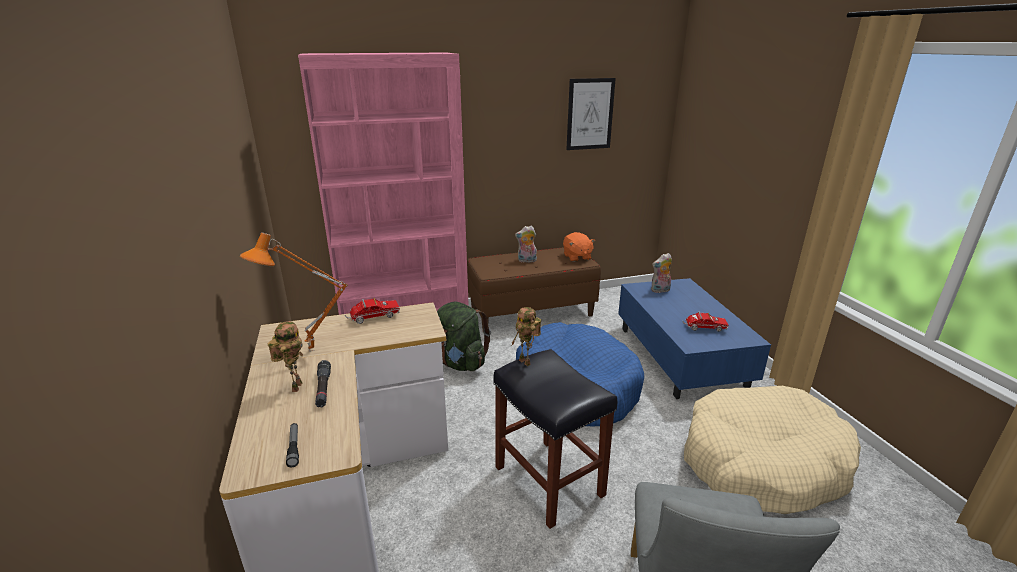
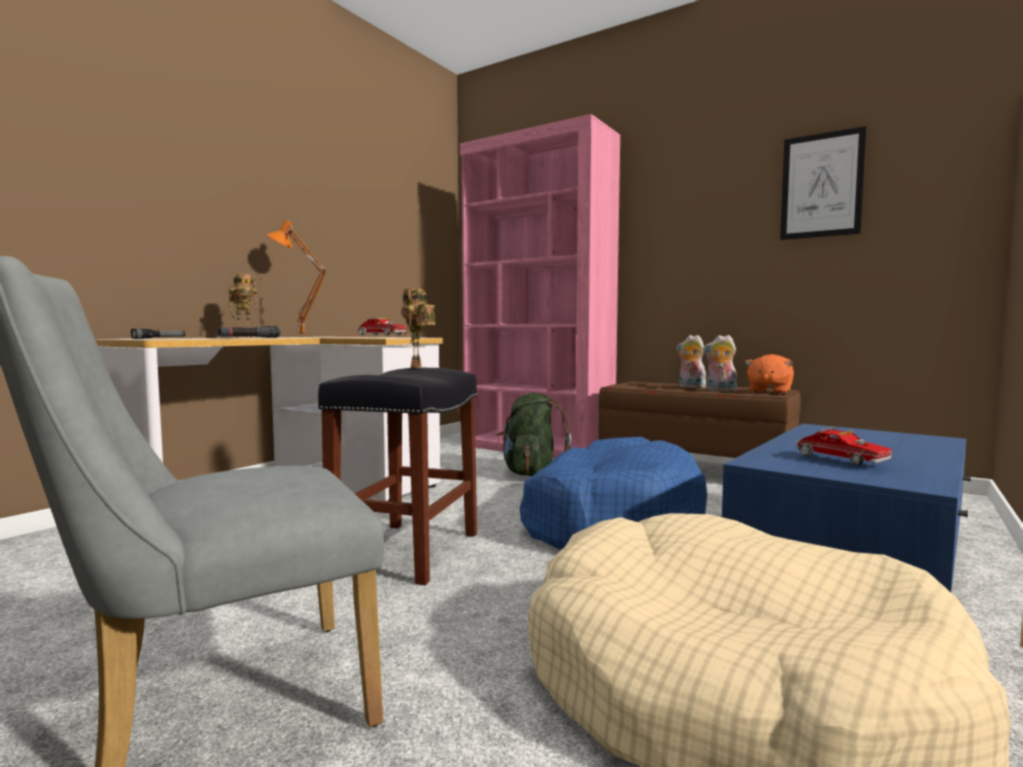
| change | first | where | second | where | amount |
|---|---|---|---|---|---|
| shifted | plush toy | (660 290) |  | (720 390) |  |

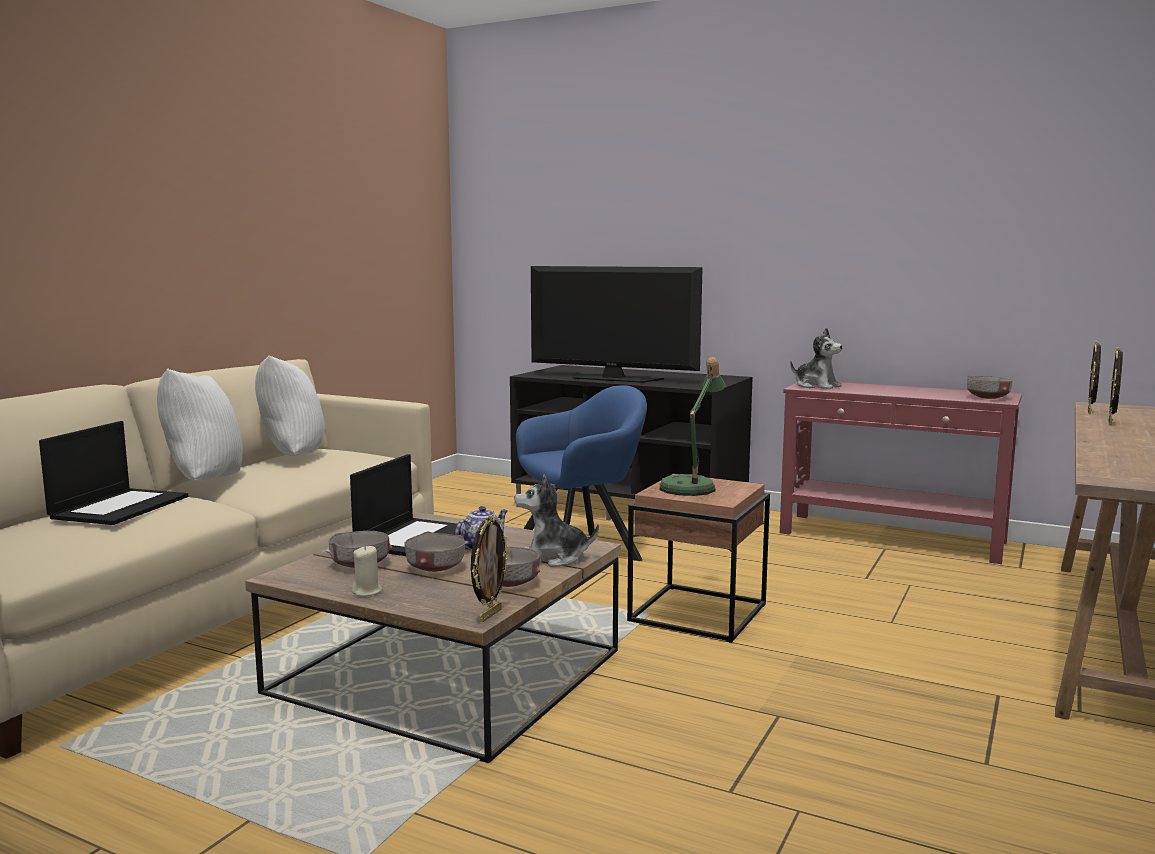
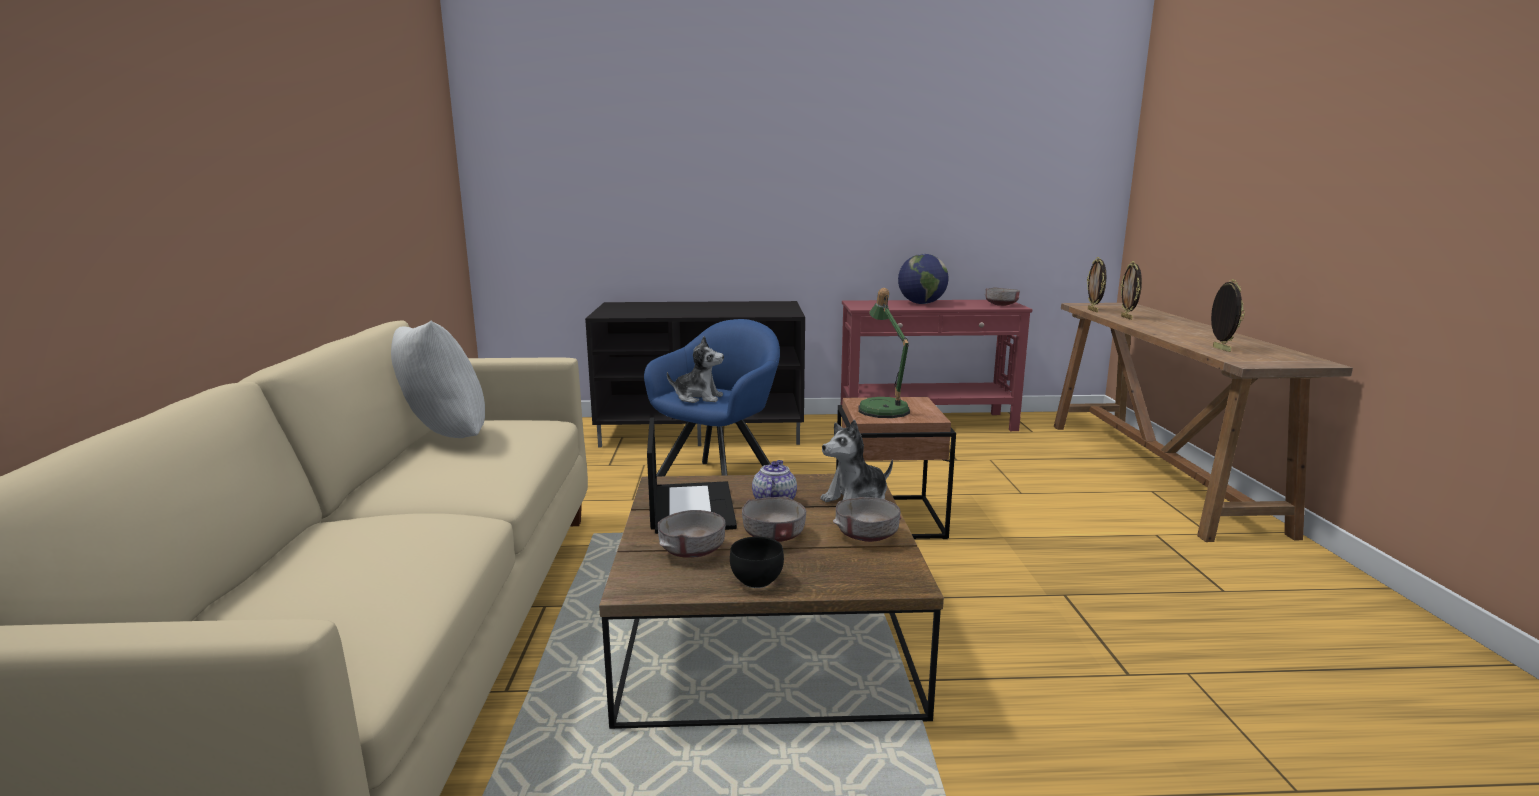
| change | first | where | second | where | amount |
|---|---|---|---|---|---|
| gone | laptop | (120 507) |  |  |  |
| gone | white pillow | (203 481) |  |  |  |
| gone | television | (613 378) |  |  |  |
| new |  |  | globe | (921 303) |  |
| shifted | picture frame | (489 615) |  | (1220 349) |  |
| shifted | plush toy | (816 386) |  | (698 398) |  |
| swapped | beige candle | (367 592) | black bowl | (758 582) |  |

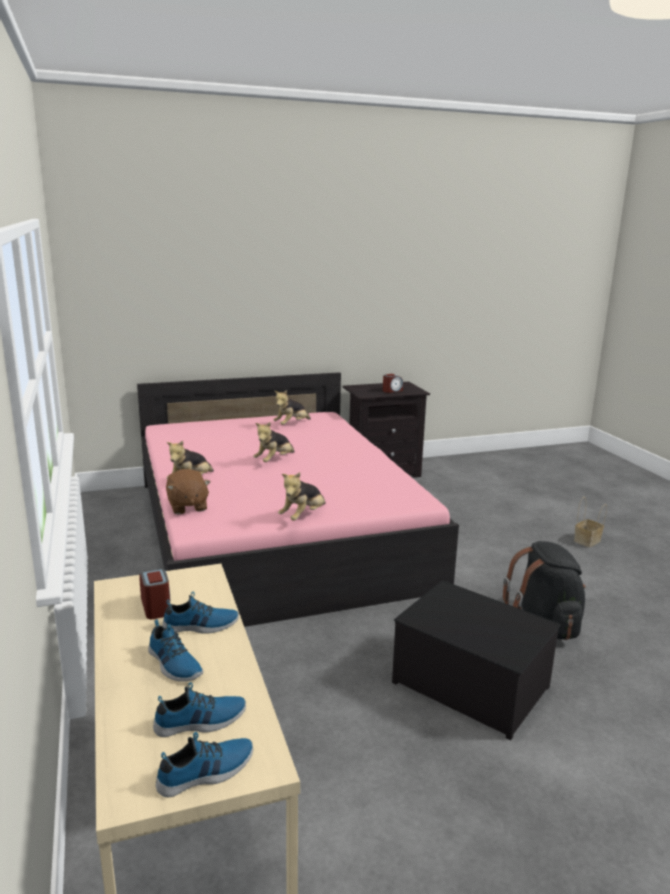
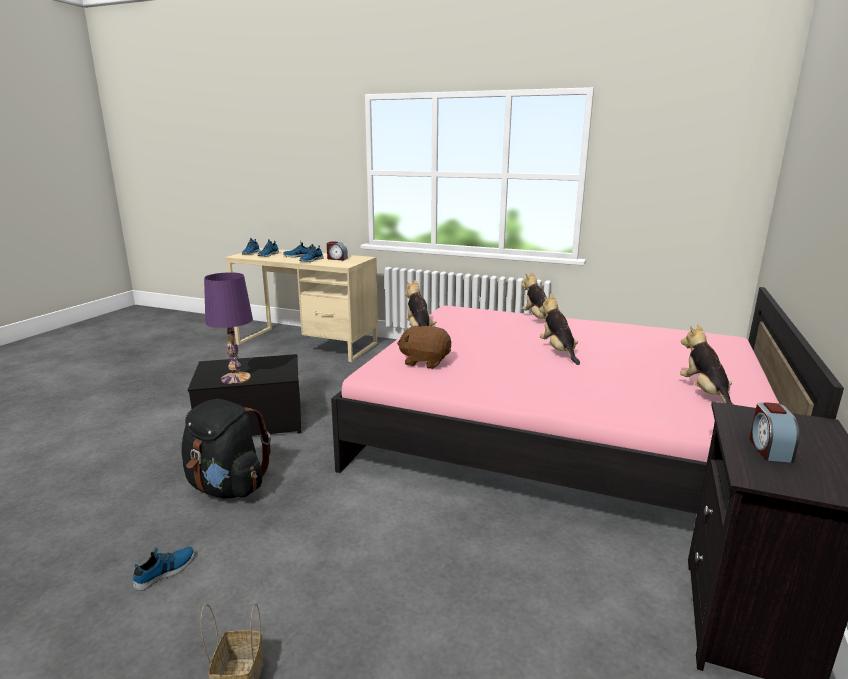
| change | first | where | second | where | amount |
|---|---|---|---|---|---|
| new |  |  | shoe | (166 571) |  |
| new |  |  | purple table lamp | (235 378) |  |
| shifted | brown plush toy | (187 507) |  | (425 362) |  |

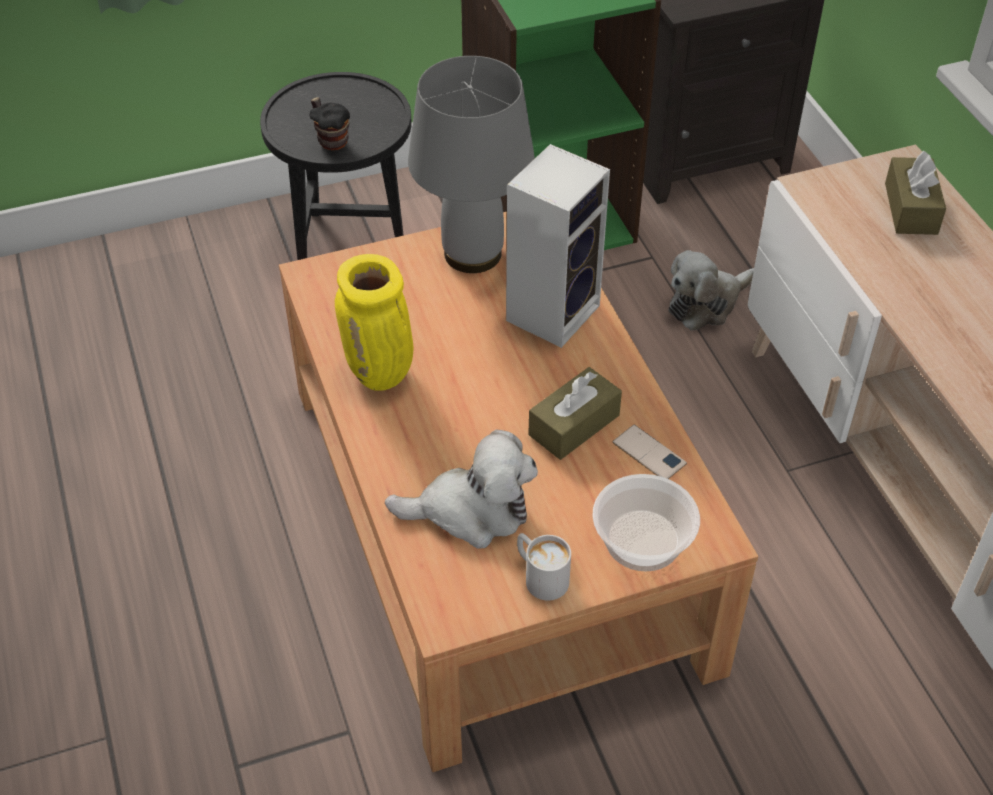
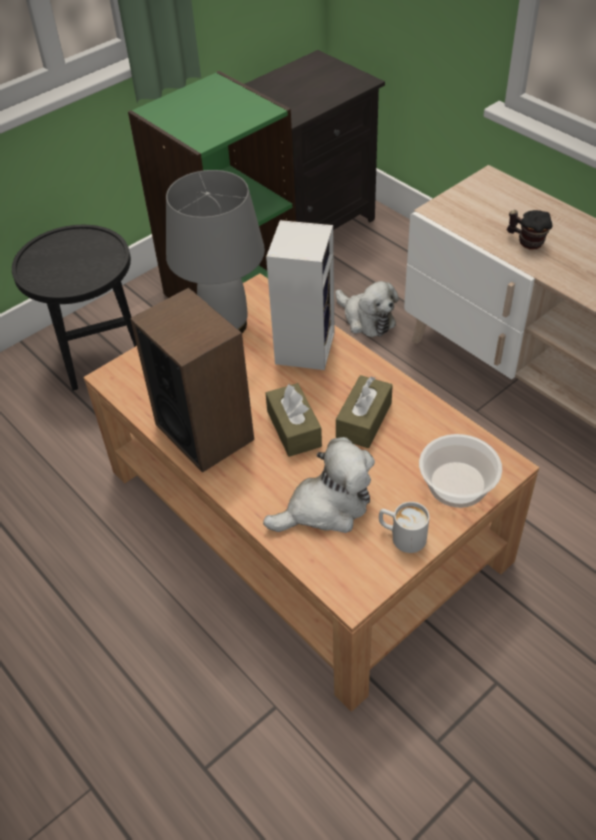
| change | first | where | second | where | amount |
|---|---|---|---|---|---|
| gone | phone | (649 453) |  |  |  |
| shifted | mug | (330 139) |  | (526 241) |  |
| shifted | brown tissue box | (911 208) |  | (294 428) |  |
| swapped | yellow vase | (381 374) | speaker | (204 431) |  |
| rotated | plush toy | (706 303) |  | (366 319) | 75 degrees counterclockwise |

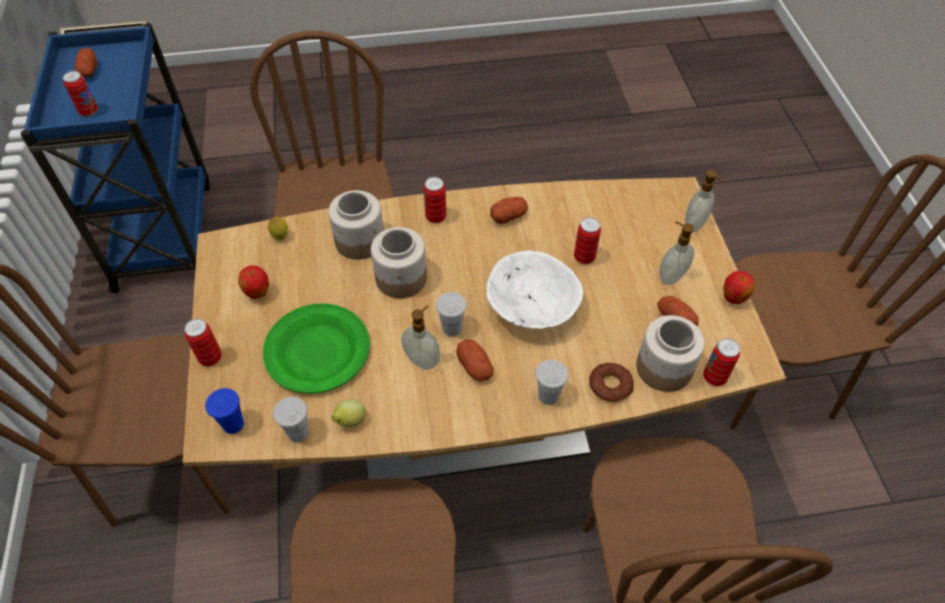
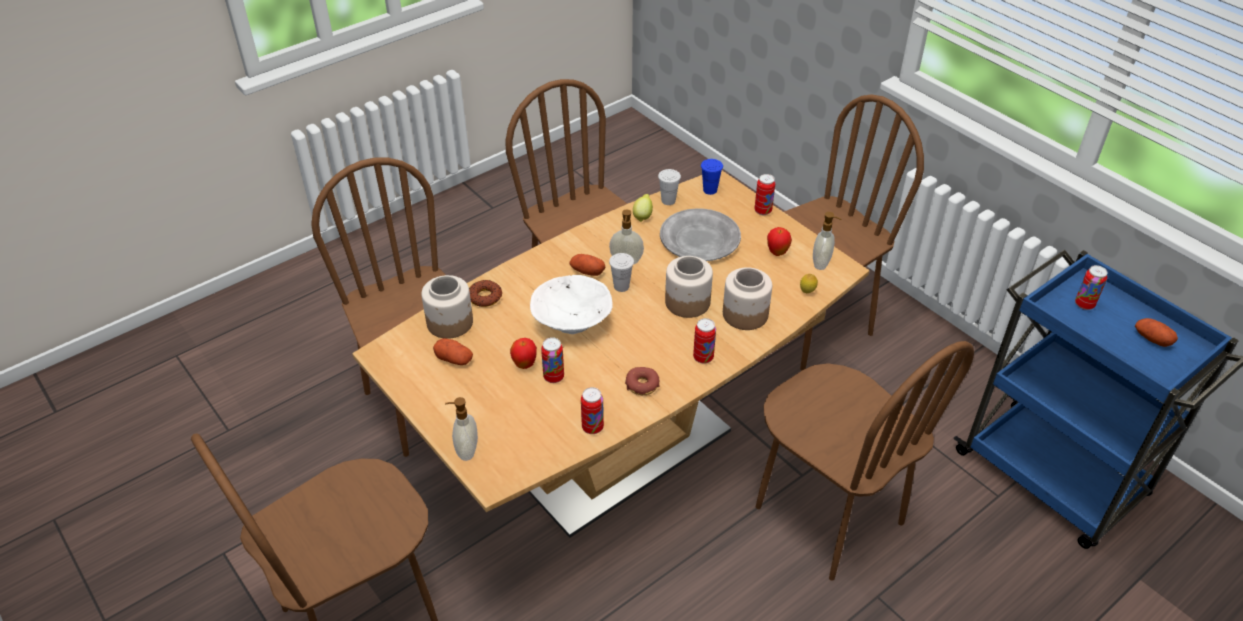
| change | first | where | second | where | amount |
|---|---|---|---|---|---|
| gone | white cup | (548 396) |  |  |  |
| shifted | soap dispenser | (670 276) |  | (822 263) |  |
| shifted | can | (714 377) |  | (592 427) |  |
| shifted | apple | (733 299) |  | (524 365) |  |
| swapped | potato | (508 216) | donut | (642 385) |  |
| repainted | green plate | (317 351) | grey plate | (700 239) |  |

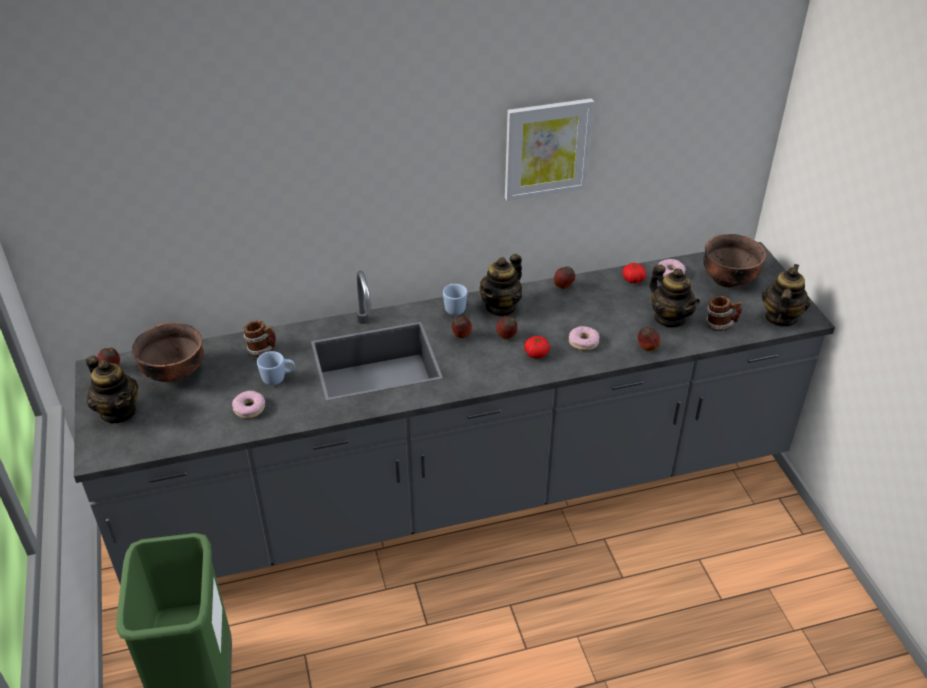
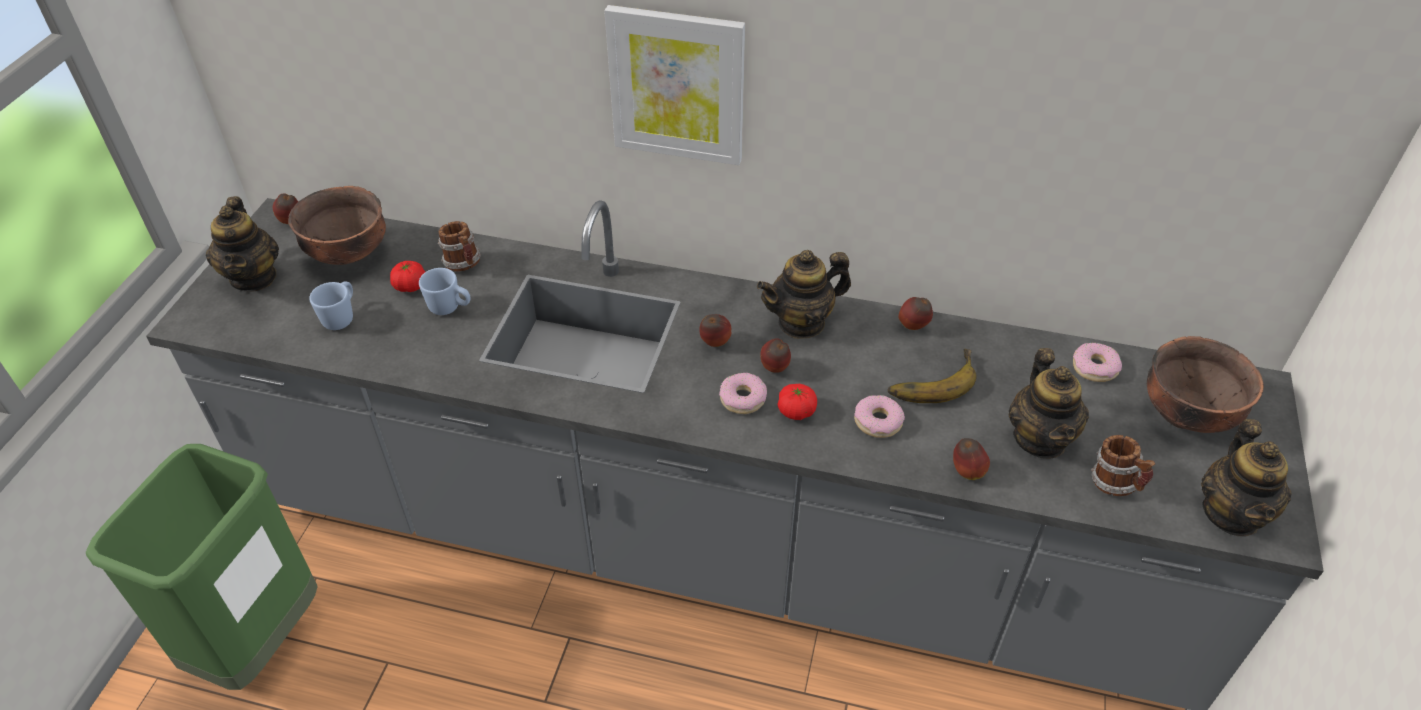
| change | first | where | second | where | amount |
|---|---|---|---|---|---|
| new |  |  | banana | (930 380) |  |
| shifted | donut | (249 408) |  | (742 398) |  |
| shifted | blue mug | (454 307) |  | (341 317) |  |
| shifted | picture | (547 149) |  | (677 85) |  |
| shifted | tomato | (633 279) |  | (410 286) |  |
| rotated | teapot | (780 318) |  | (1231 513) | 135 degrees clockwise |

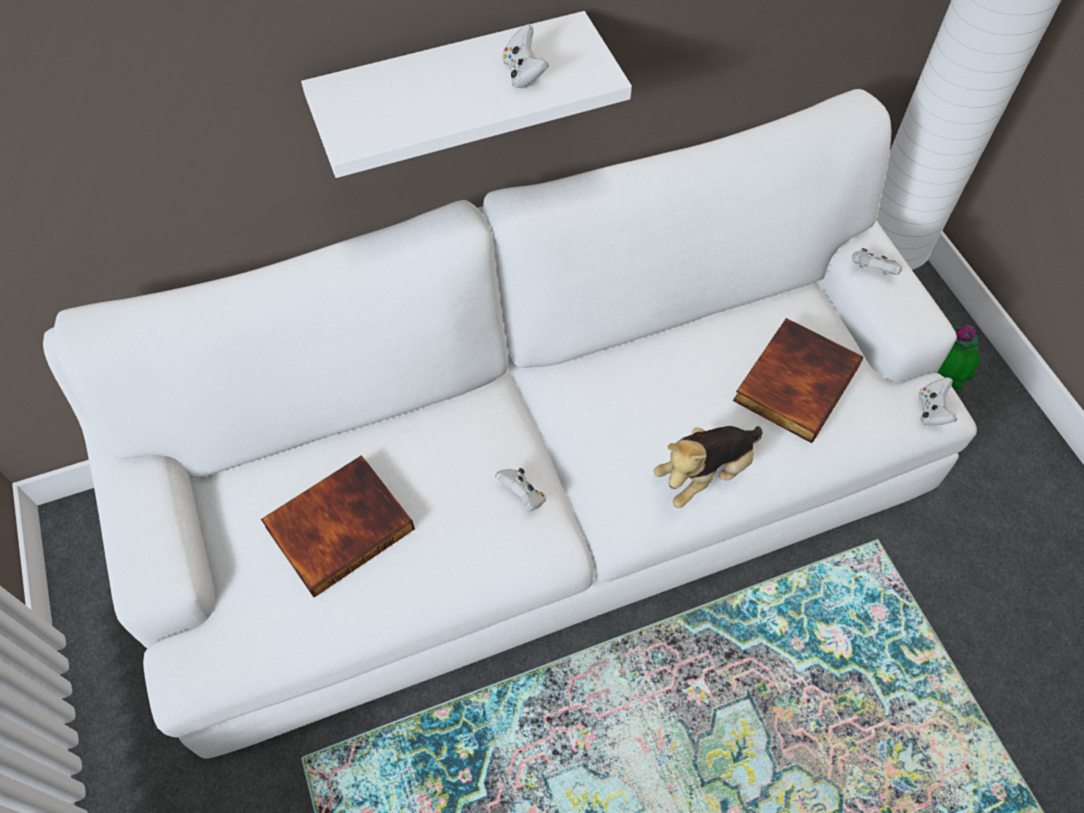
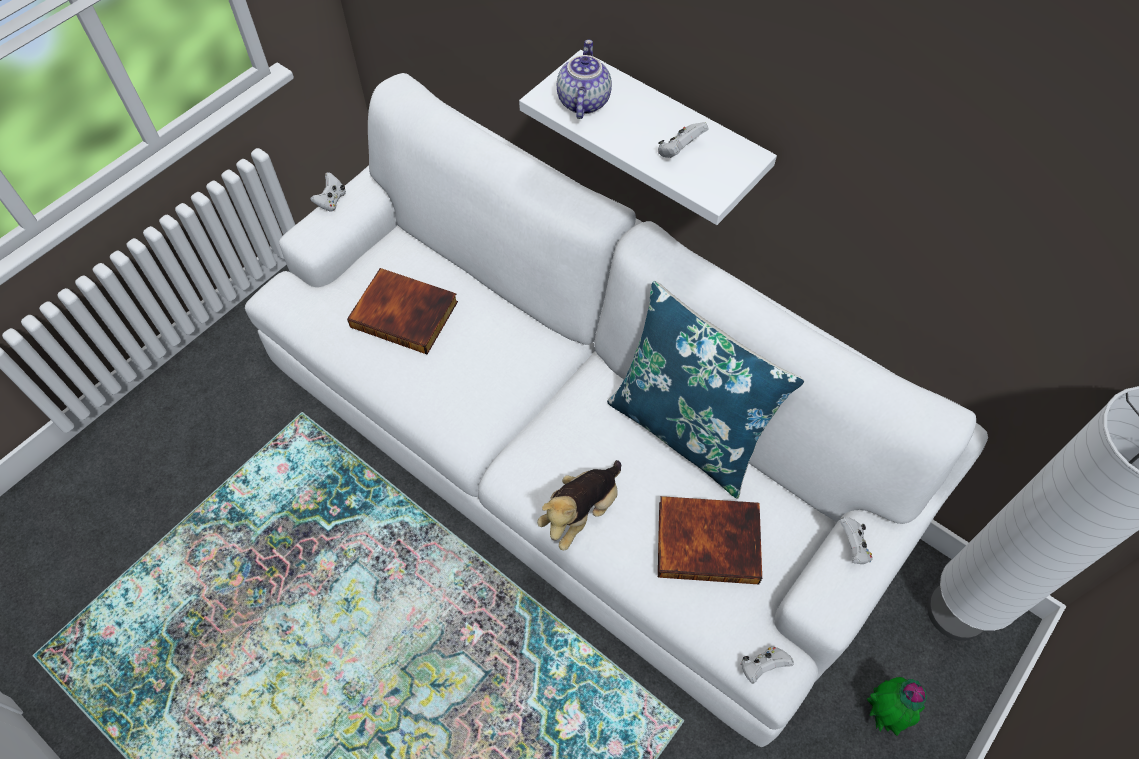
| change | first | where | second | where | amount |
|---|---|---|---|---|---|
| new |  |  | teapot | (582 101) |  |
| new |  |  | blue pillow | (688 430) |  |
| shifted | white game controller | (522 495) |  | (331 201) |  |
| rotated | plush toy | (705 473) |  | (581 512) | 75 degrees counterclockwise |

